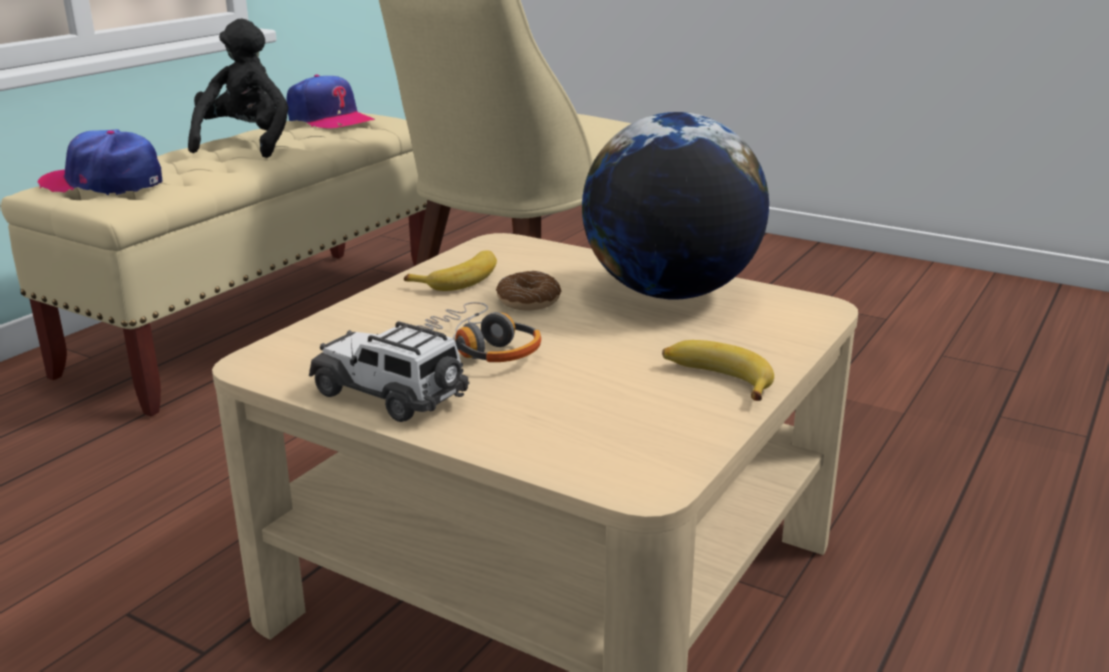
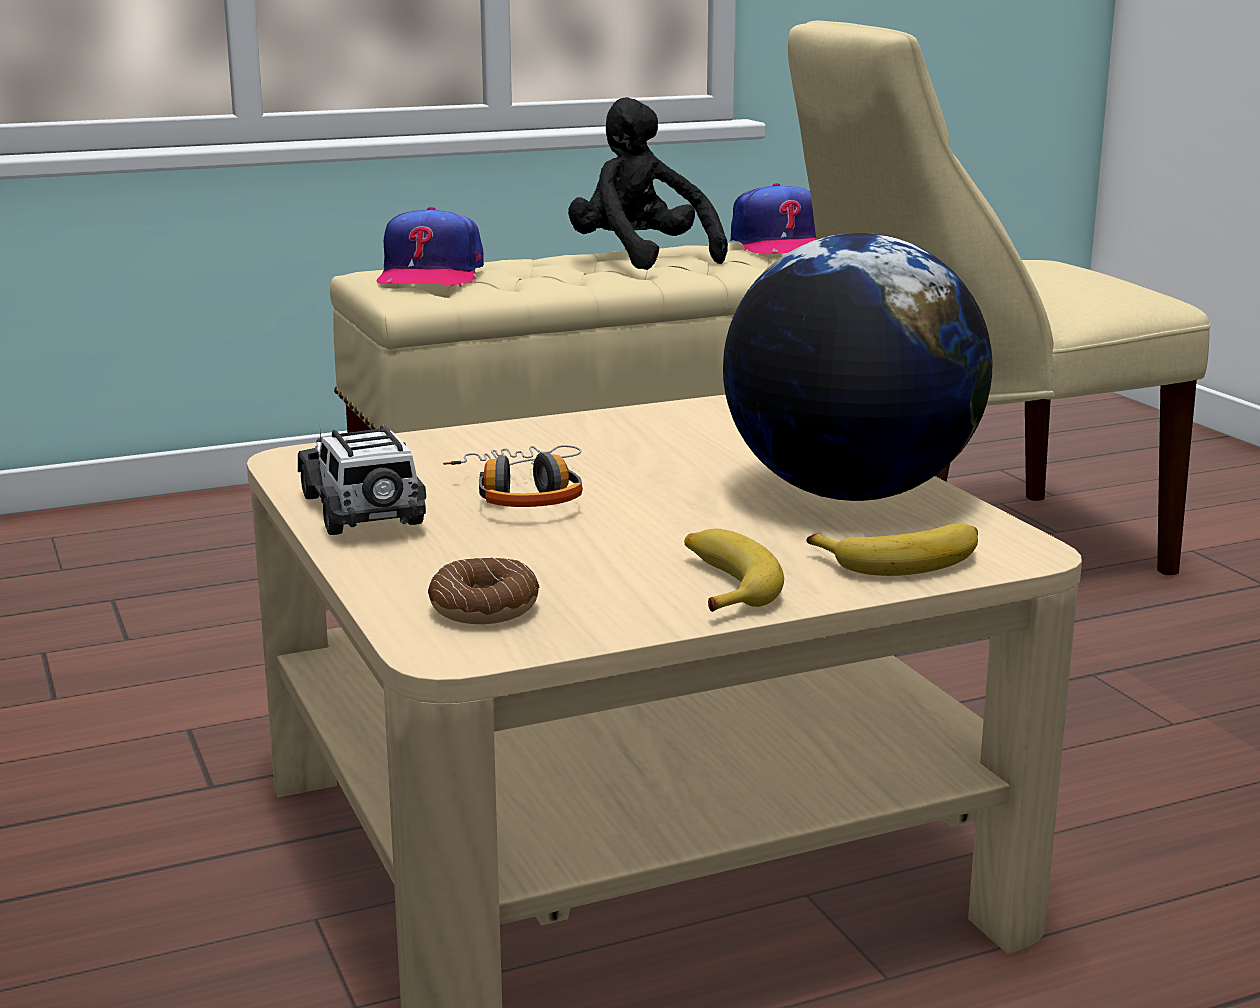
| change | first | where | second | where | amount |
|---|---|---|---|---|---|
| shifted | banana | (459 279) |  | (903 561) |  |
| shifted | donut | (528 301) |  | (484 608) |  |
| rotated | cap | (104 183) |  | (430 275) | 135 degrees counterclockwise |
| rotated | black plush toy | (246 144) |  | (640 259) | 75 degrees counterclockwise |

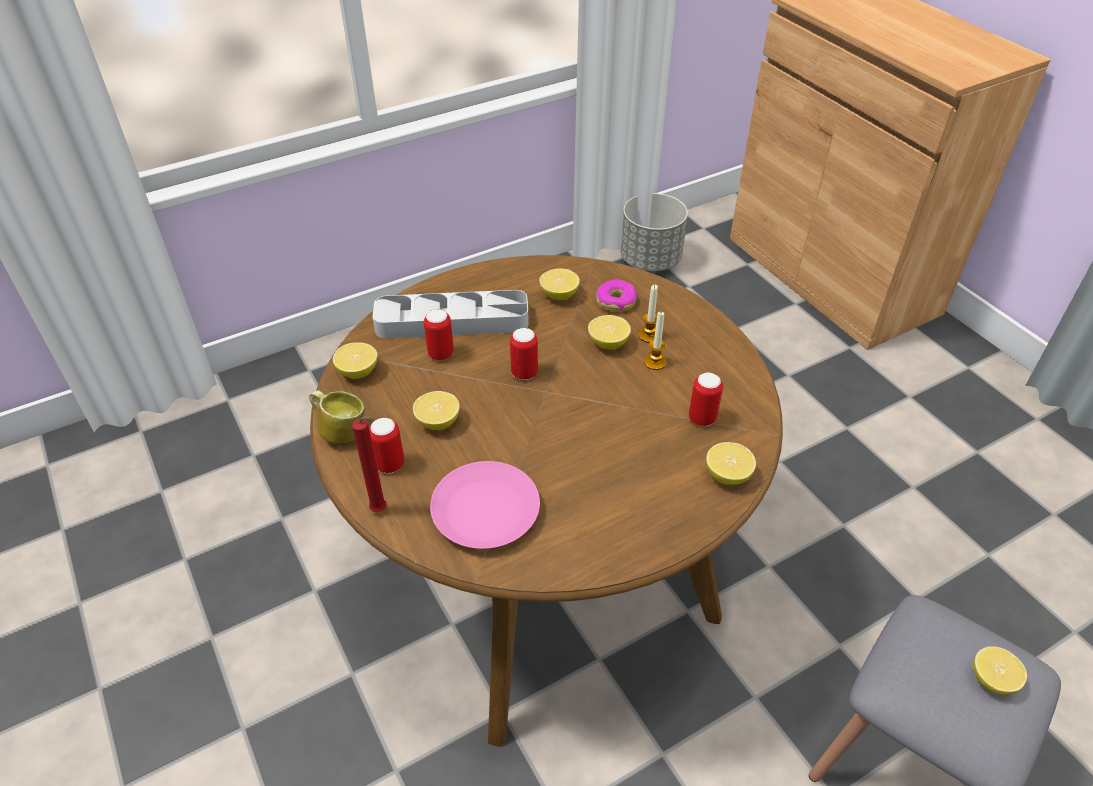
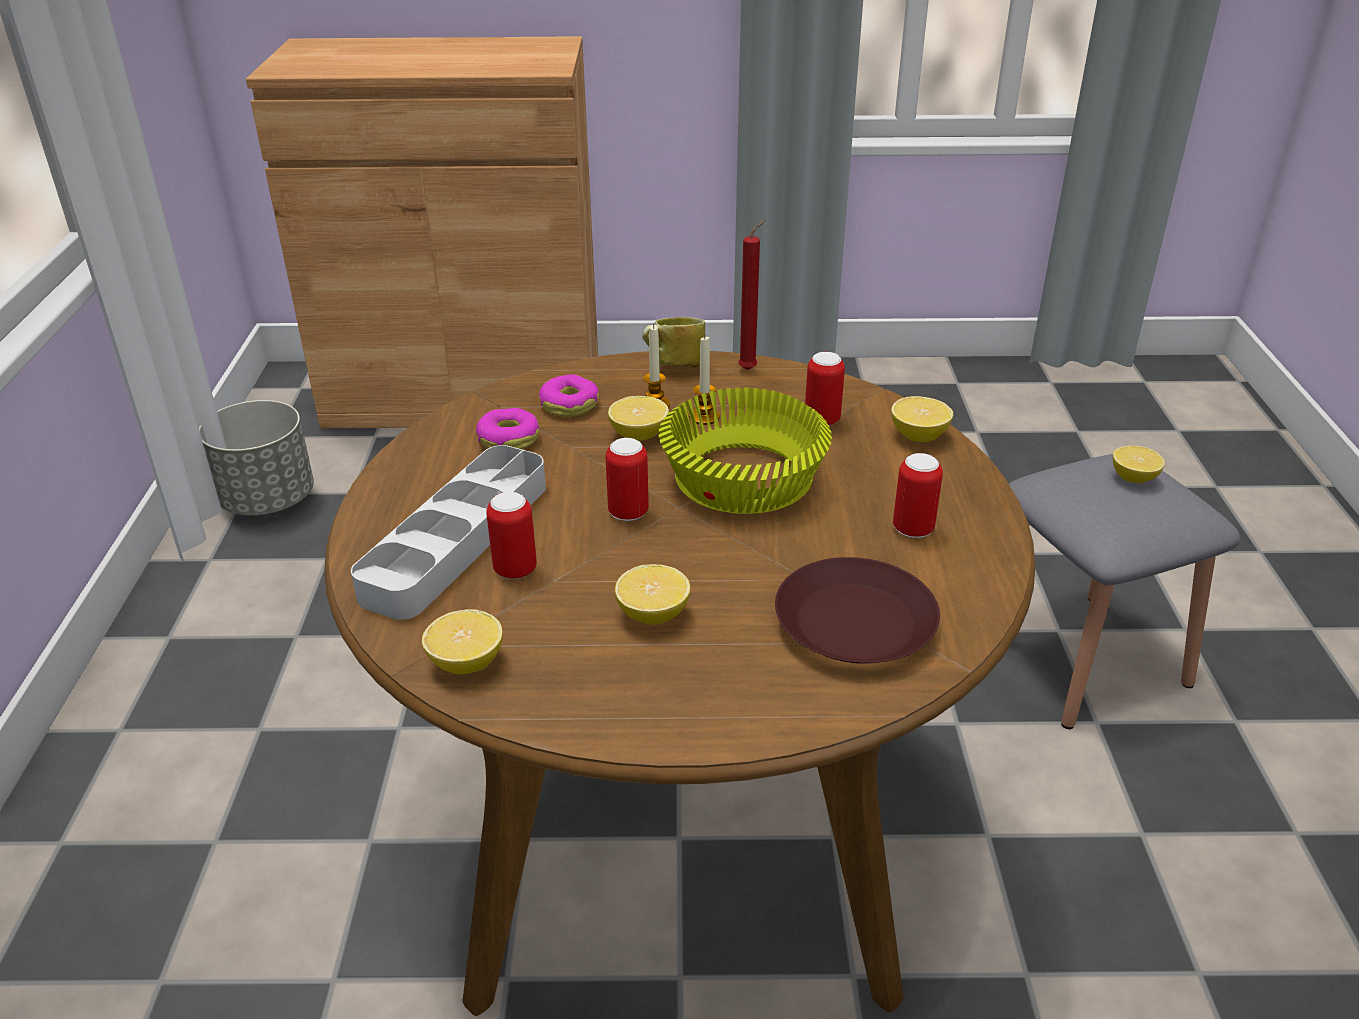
| change | first | where | second | where | amount |
|---|---|---|---|---|---|
| new |  |  | yellow bowl | (740 479) |  |
| shifted | mug | (340 431) |  | (673 368) |  |
| shifted | red candle | (381 511) |  | (750 369) |  |
| shifted | can | (390 464) |  | (913 529) |  |
| swapped | lemon | (559 295) | donut | (508 439) |  |
| repainted | pink plate | (487 512) | brown plate | (855 623) |  |

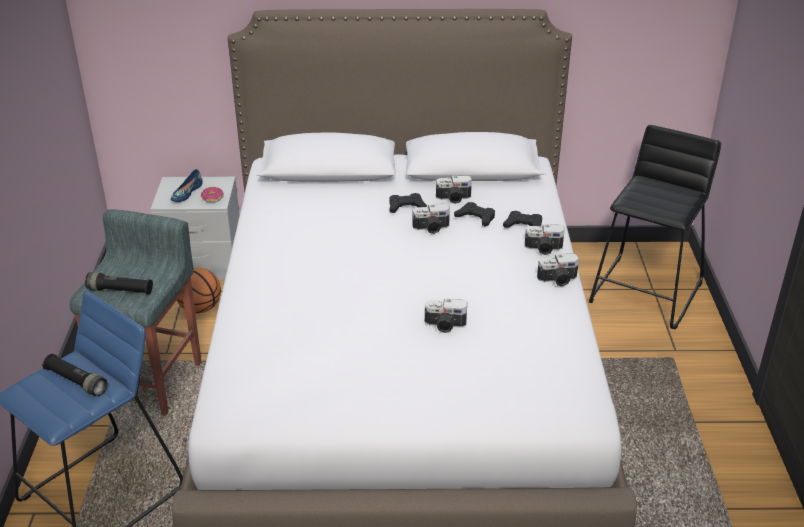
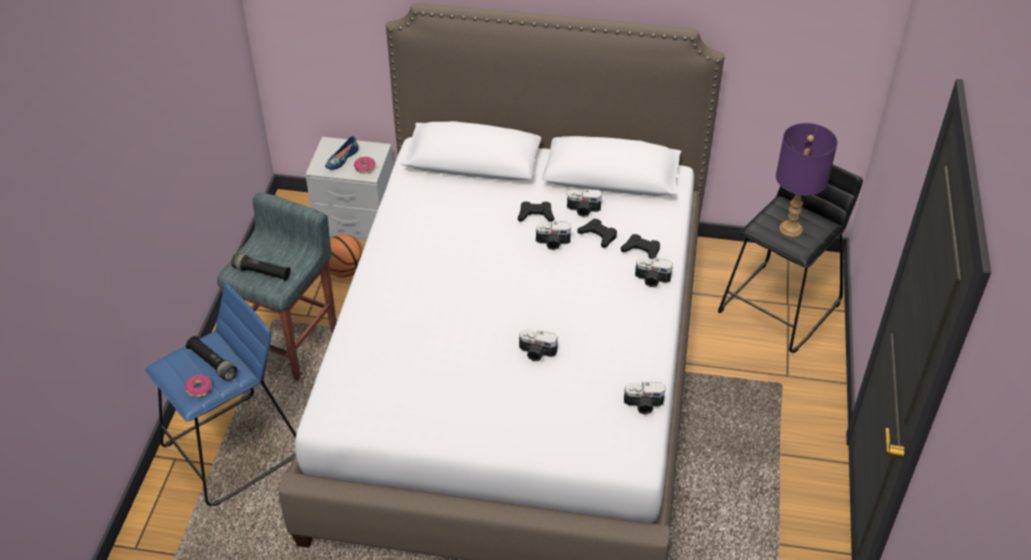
| change | first | where | second | where | amount |
|---|---|---|---|---|---|
| new |  |  | donut | (199 388) |  |
| new |  |  | purple table lamp | (790 229) |  |
| shifted | photo camera | (558 280) |  | (643 405) |  |

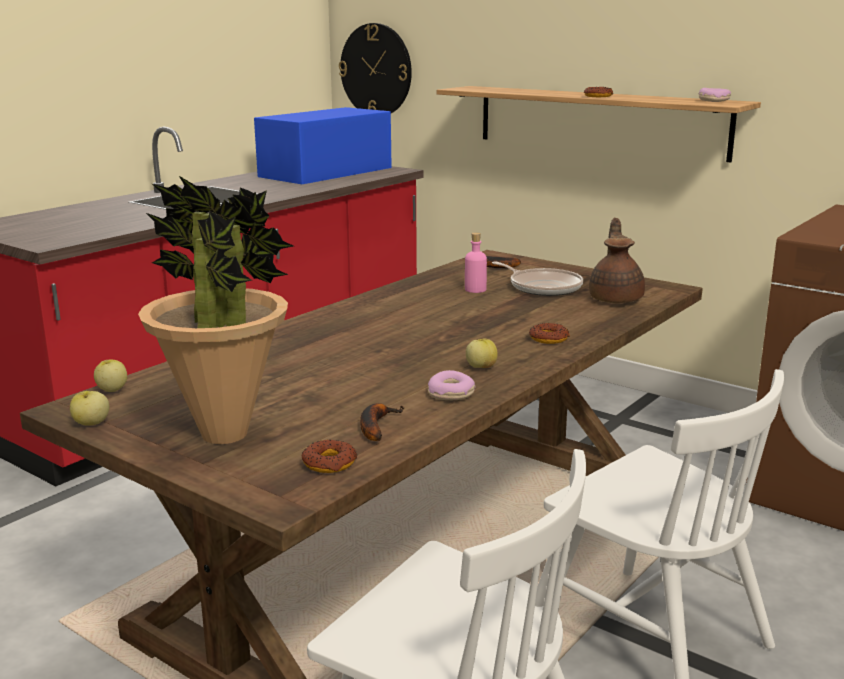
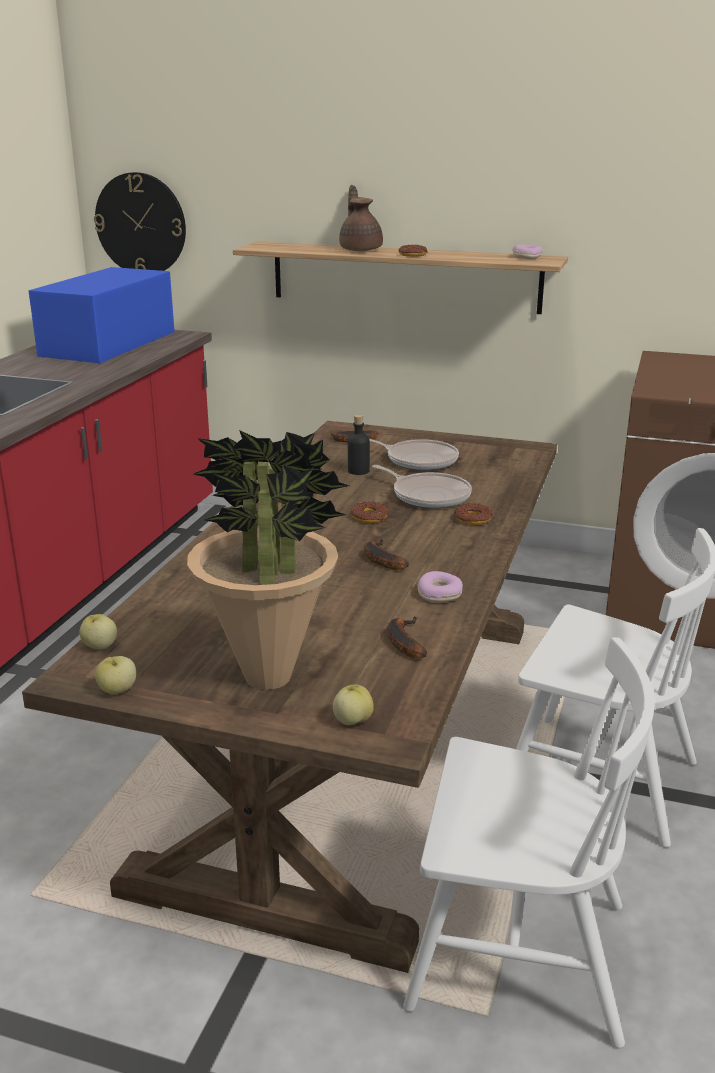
| change | first | where | second | where | amount |
|---|---|---|---|---|---|
| new |  |  | banana | (380 560) |  |
| new |  |  | frying pan | (428 495) |  |
| shifted | donut | (329 463) |  | (369 517) |  |
| shifted | apple | (481 367) |  | (352 721) |  |
| shifted | brown teapot | (616 298) |  | (360 249) |  |
| repainted | pink bottle | (475 289) | black bottle | (358 471) |  |

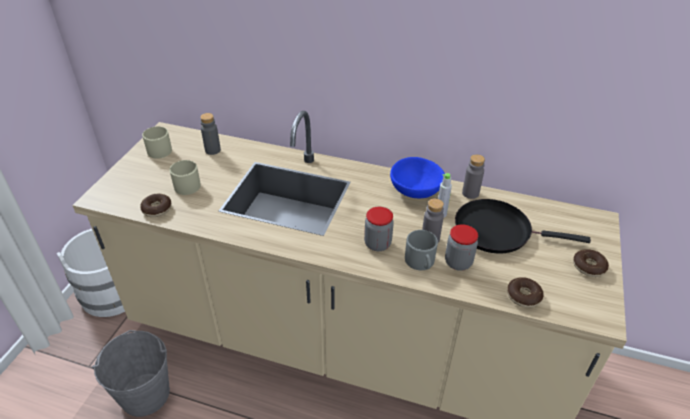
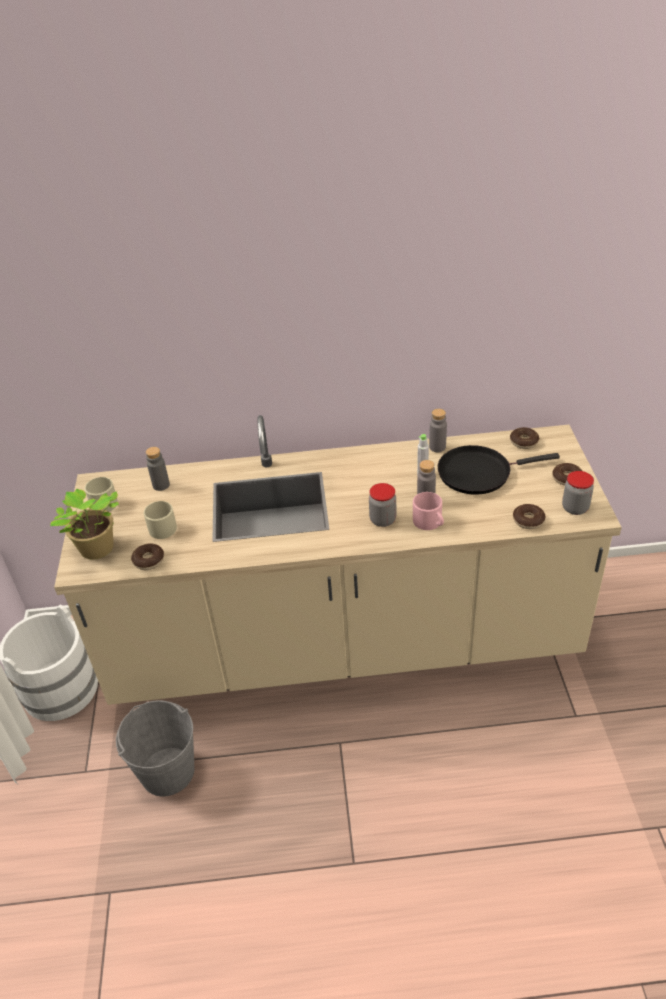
| change | first | where | second | where | amount |
|---|---|---|---|---|---|
| gone | blue bowl | (415 191) |  |  |  |
| new |  |  | potted plant | (96 550) |  |
| new |  |  | donut | (524 442) |  |
| shifted | jar | (458 262) |  | (575 508) |  |
| repainted | grey mug | (421 262) | pink mug | (429 522) |  |

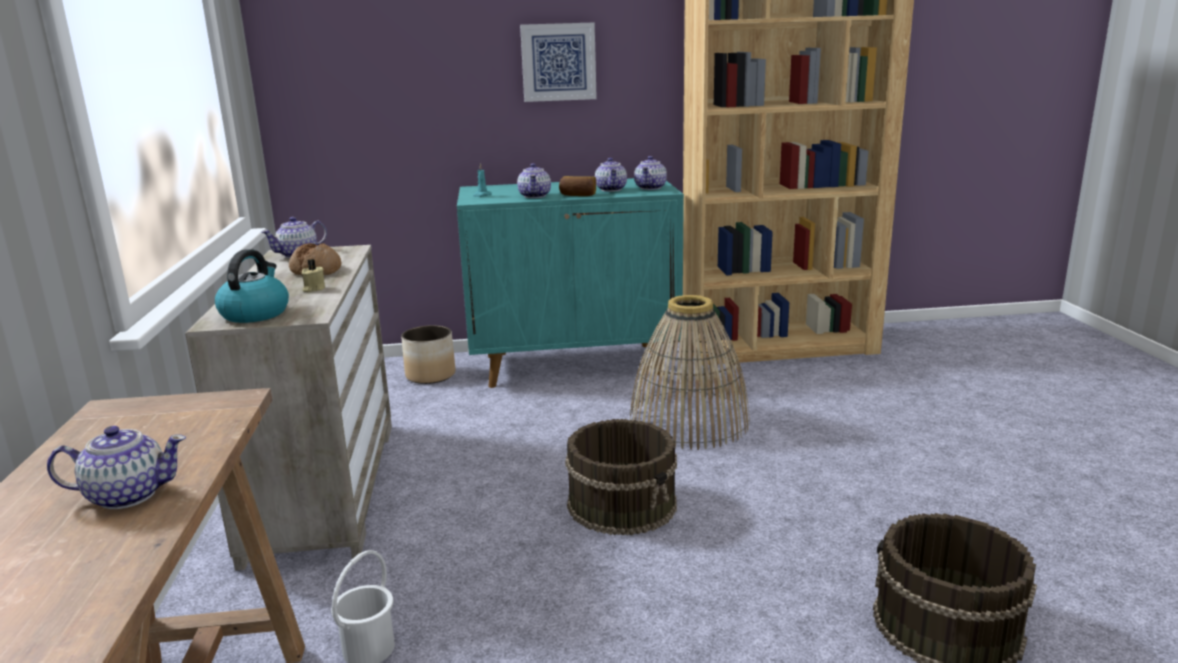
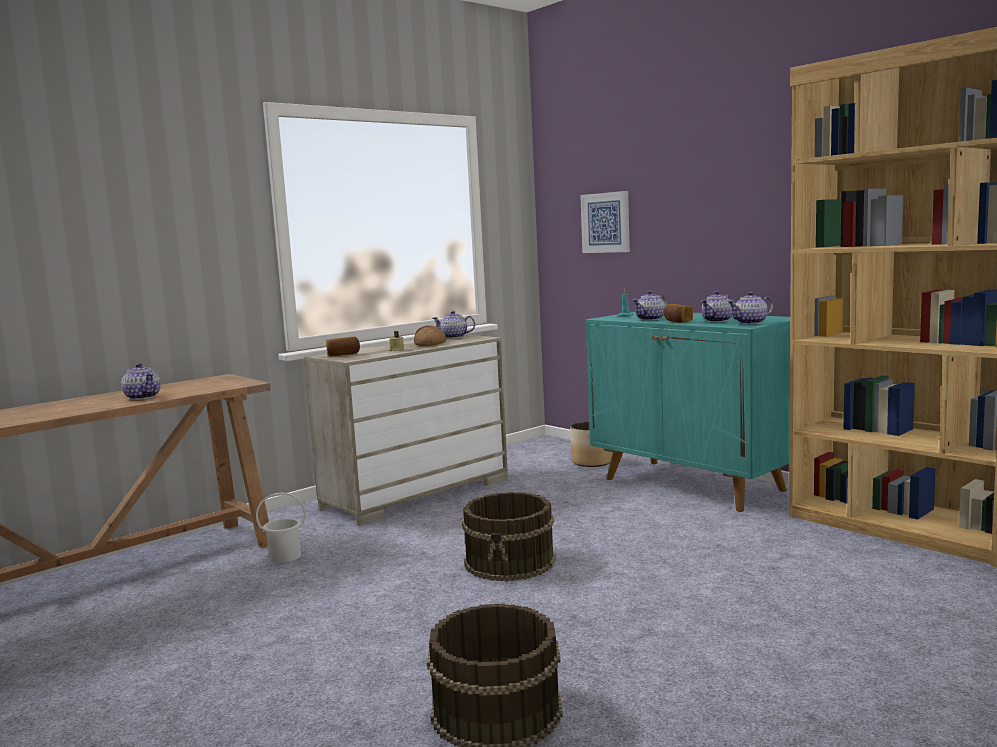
| change | first | where | second | where | amount |
|---|---|---|---|---|---|
| gone | basket | (688 422) |  |  |  |
| shifted | picture | (558 62) |  | (606 222) |  |
| swapped | kettle | (255 313) | bread | (343 354) |  |

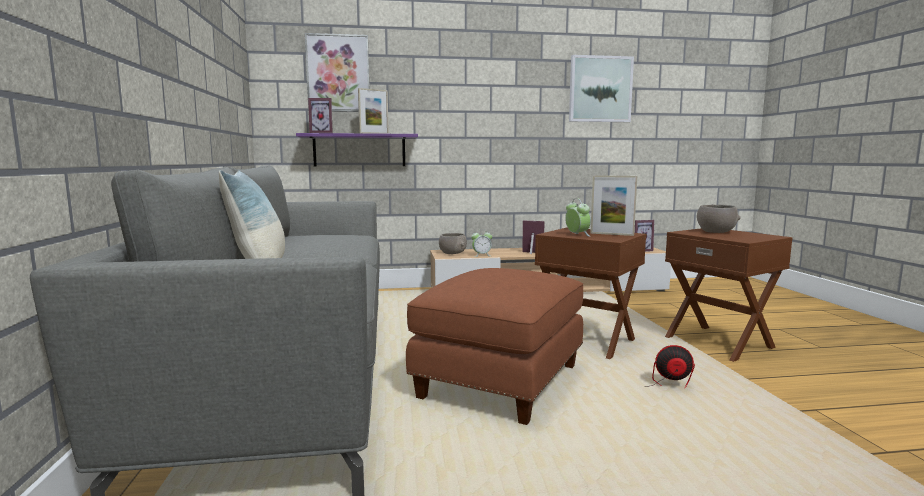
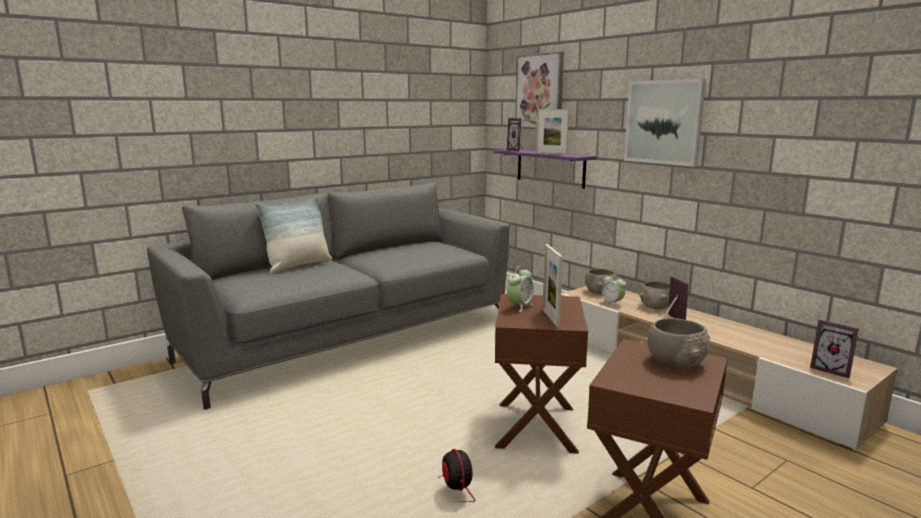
| change | first | where | second | where | amount |
|---|---|---|---|---|---|
| gone | brown ottoman | (499 381) |  |  |  |
| new |  |  | grey bowl | (656 307) |  |
| shifted | picture | (600 89) |  | (664 122) |  |

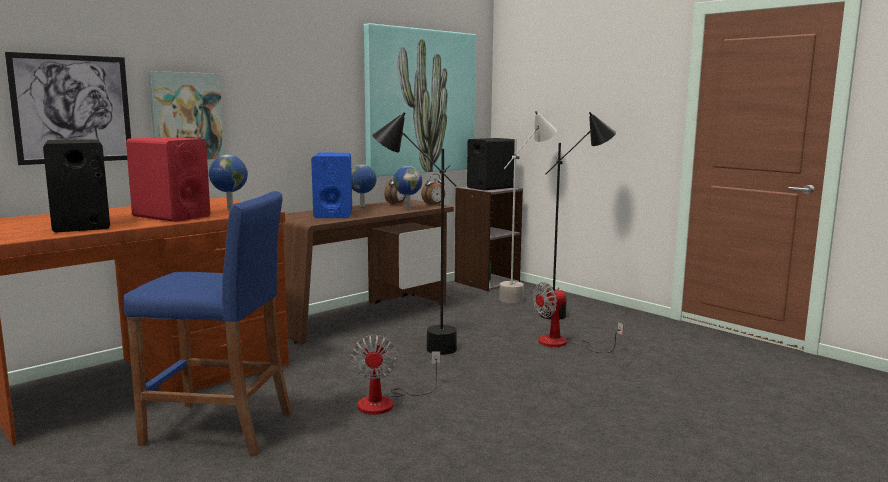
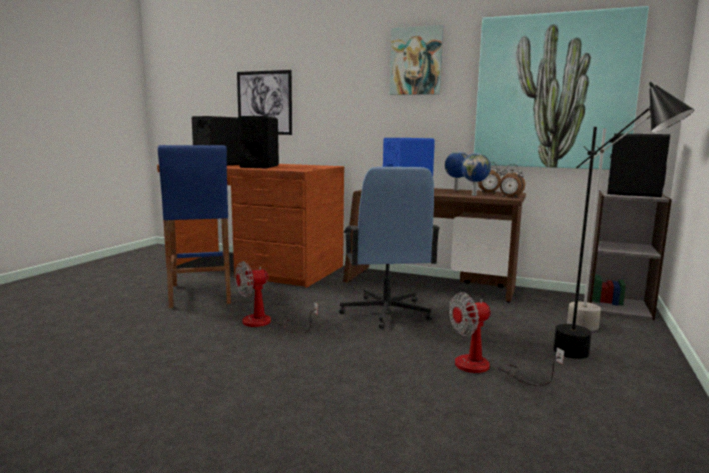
| change | first | where | second | where | amount |
|---|---|---|---|---|---|
| gone | globe | (229 209) |  |  |  |
| shifted | picture | (187 116) |  | (416 61) |  |
| swapped | black floor lamp | (416 347) | blue office chair | (385 312) |  |
| repainted | red speaker | (171 216) | black speaker | (259 166) |  |
| rotated | fan | (563 343) |  | (485 368) | 60 degrees counterclockwise |

